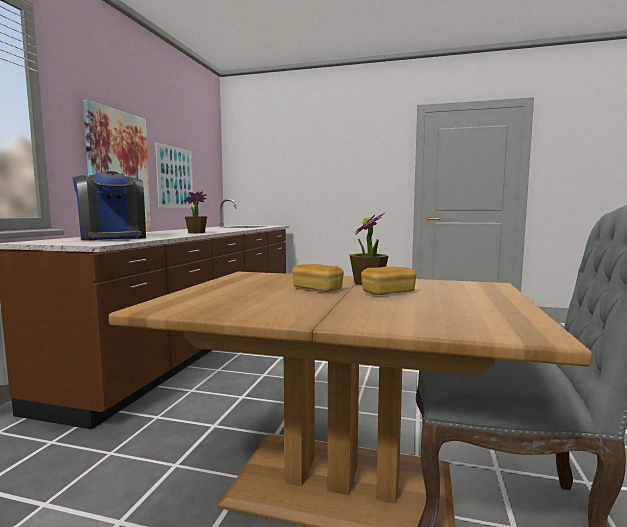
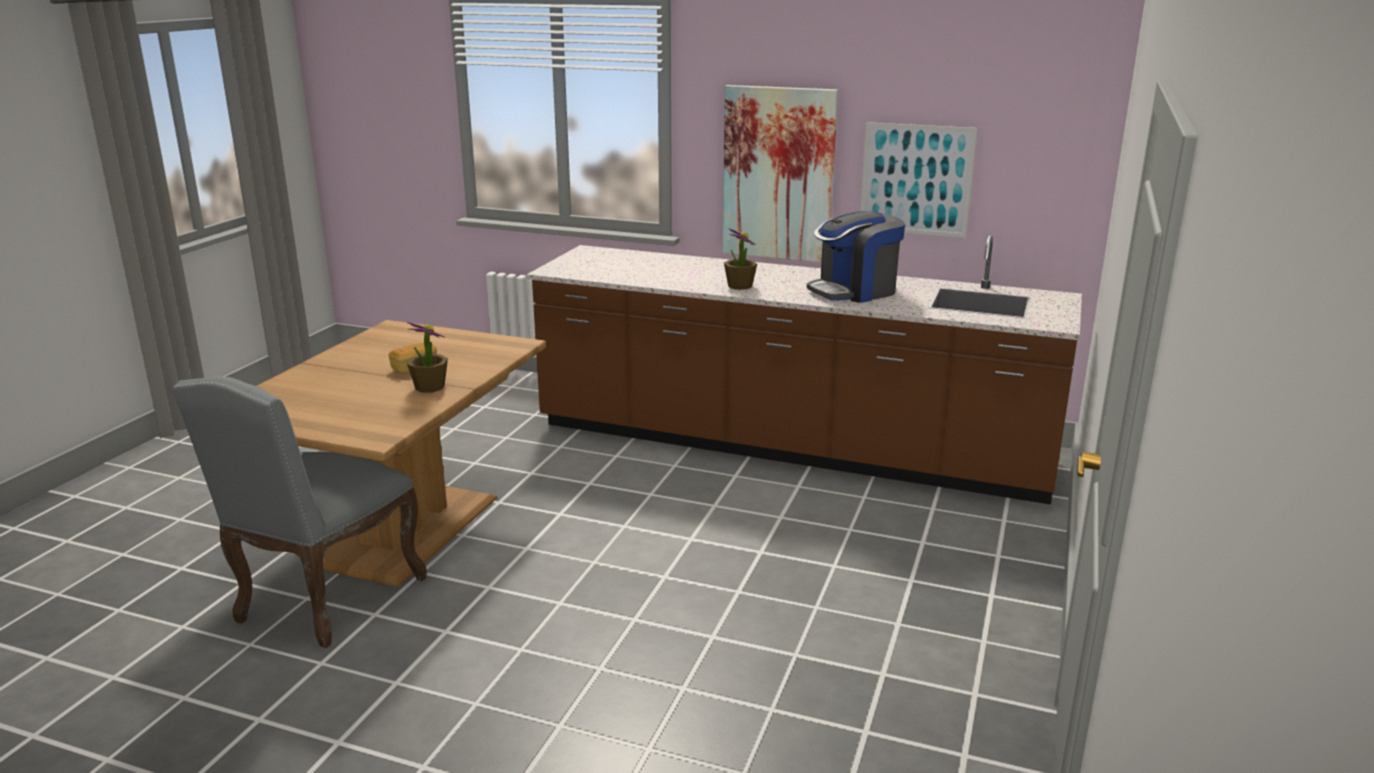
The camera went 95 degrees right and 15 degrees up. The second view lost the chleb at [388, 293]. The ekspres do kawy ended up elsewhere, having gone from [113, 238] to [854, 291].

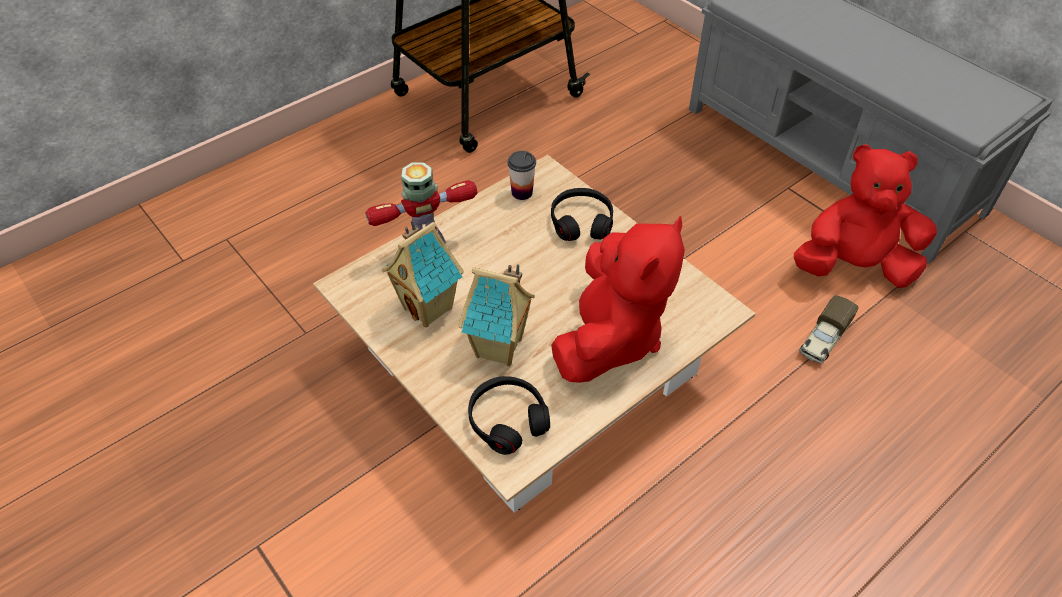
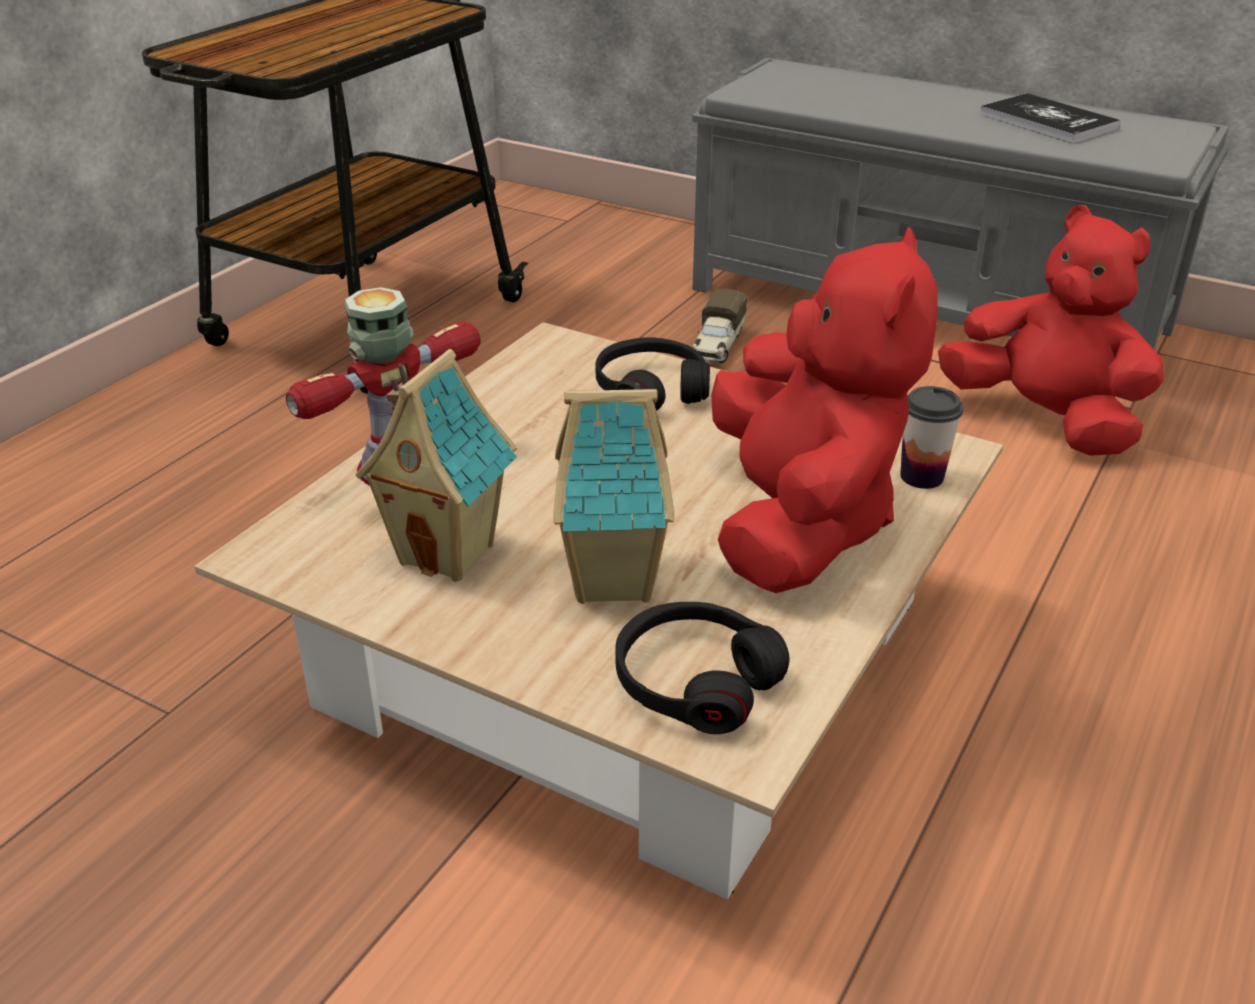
The camera went 20 degrees left and 15 degrees down. The second view gained the książka at [1048, 121]. The filiżanka ended up elsewhere, having gone from [522, 192] to [921, 476]. The ciężarówka zabawkowa ended up elsewhere, having gone from [823, 340] to [717, 346]. The pluszak/czerwony at [853, 267] ended up facing another way, 60 degrees clockwise from before.

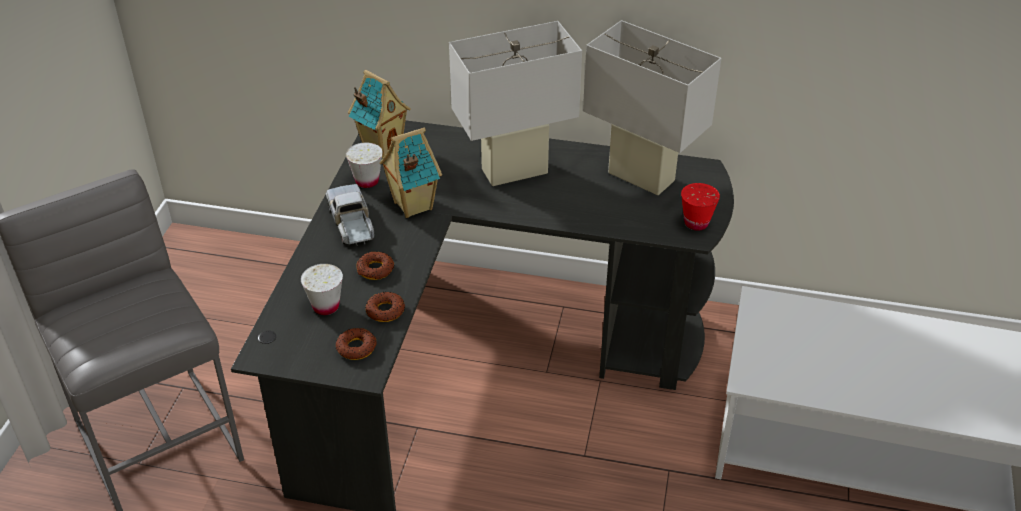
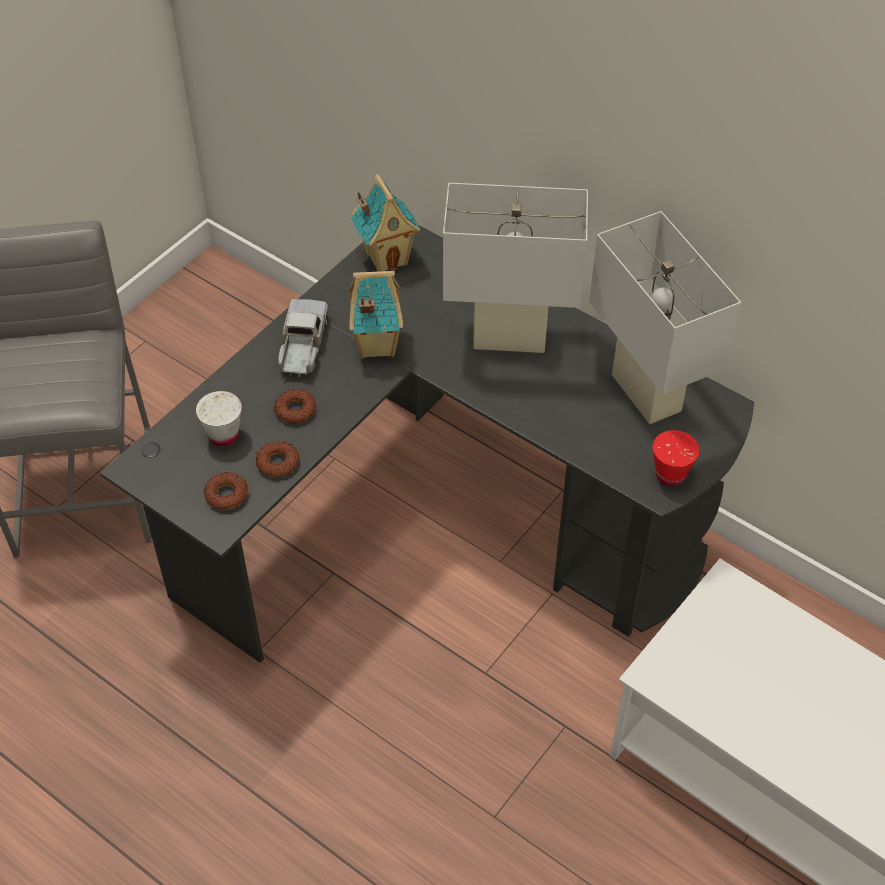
The camera went 25 degrees right and 10 degrees up. The second view lost the filiżanka/biały at [367, 181].

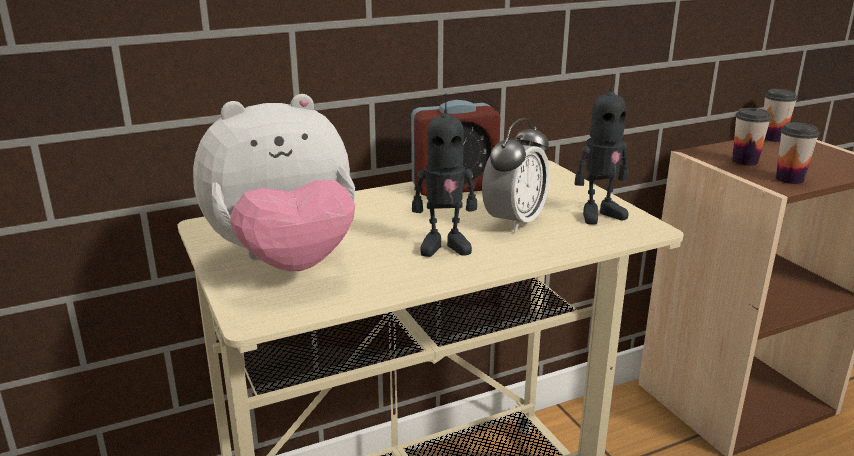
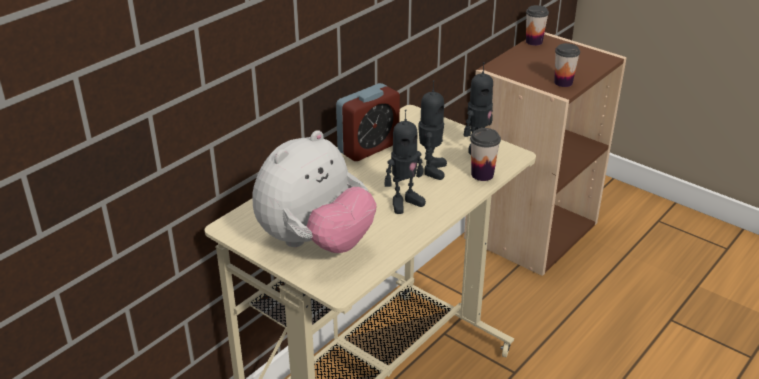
The camera went 25 degrees left and 10 degrees up. The filiżanka ended up elsewhere, having gone from [745, 161] to [482, 174]. Where the budzik stood at [514, 221], the robot zabawkowy came to stand at [431, 170].

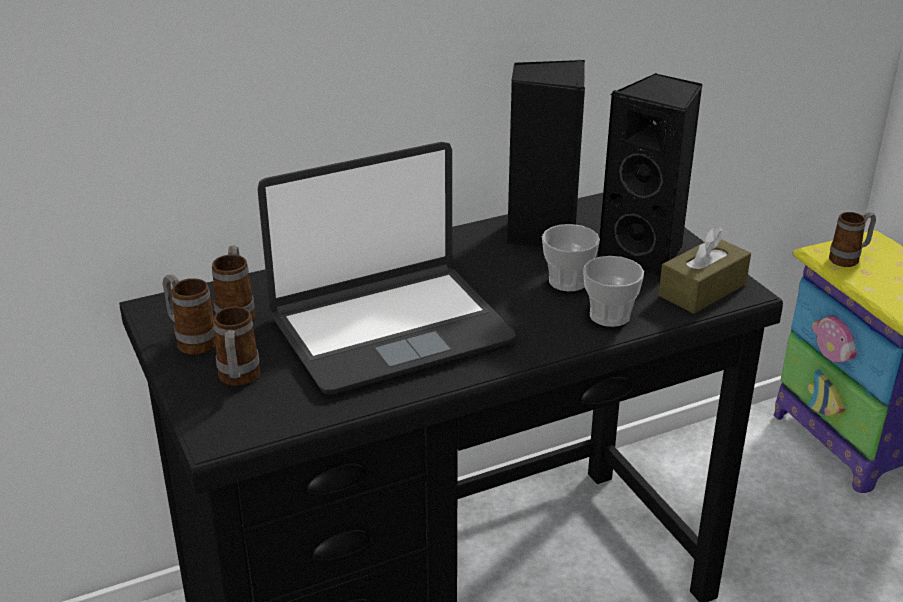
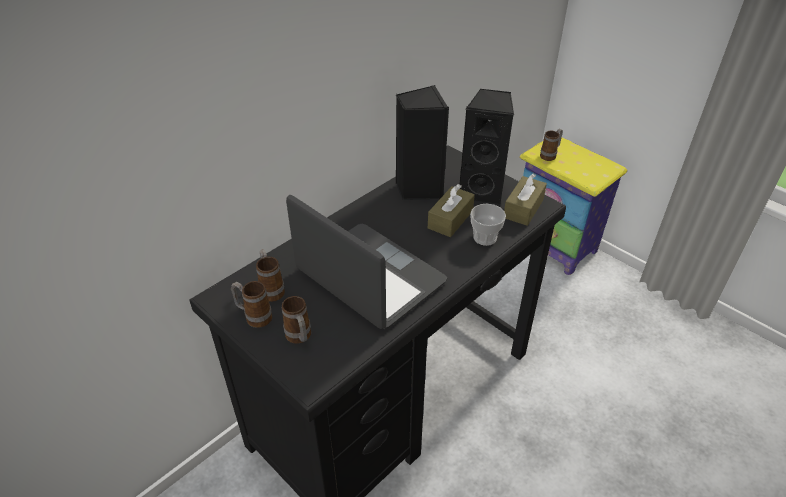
The camera went 20 degrees left and 10 degrees up. Where the filiżanka stood at [568, 281], the pudełko chusteczek/brązowy came to stand at [450, 219]. The laptop at [389, 329] ended up facing another way, 90 degrees counterclockwise from before.

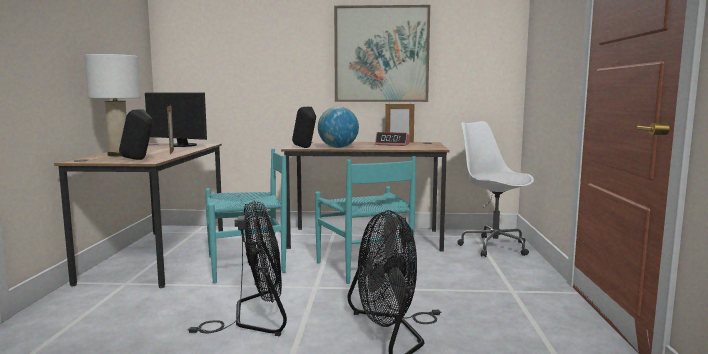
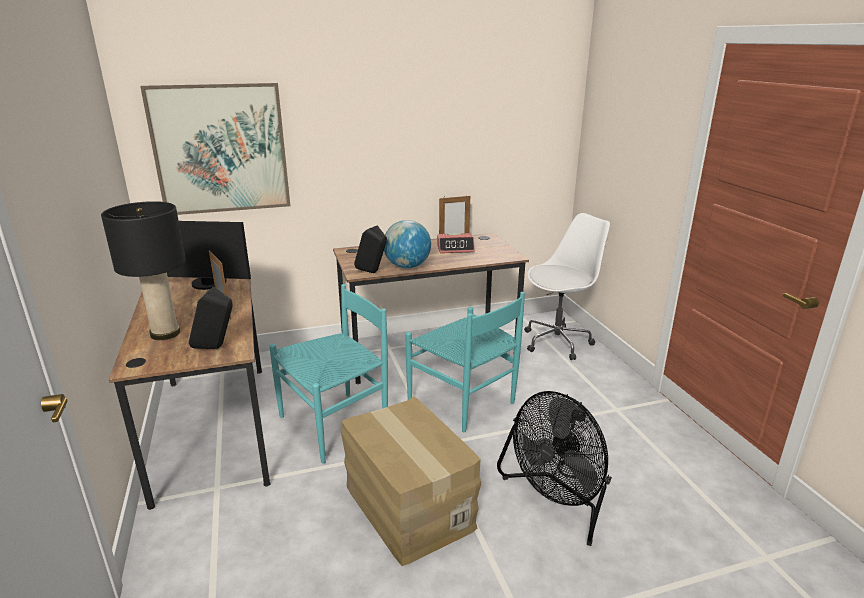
The camera went 20 degrees left and 15 degrees up. The obraz ended up elsewhere, having gone from [381, 54] to [220, 149]. Where the wentylator/czarny stood at [253, 315], the karton came to stand at [407, 507]. What was the lampa stołowa/biały at [119, 155] turned into the lampa stołowa/czarny at [166, 333]. The krzesło biurowe/biały at [492, 246] ended up facing another way, 120 degrees clockwise from before.

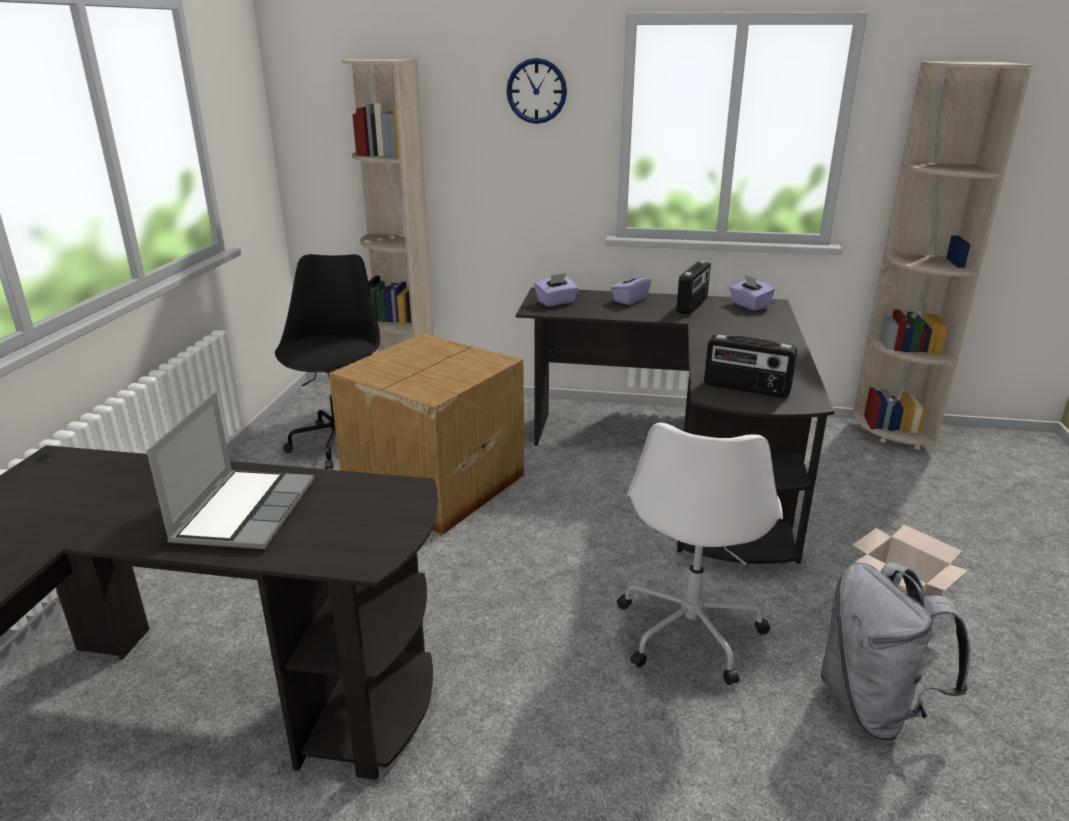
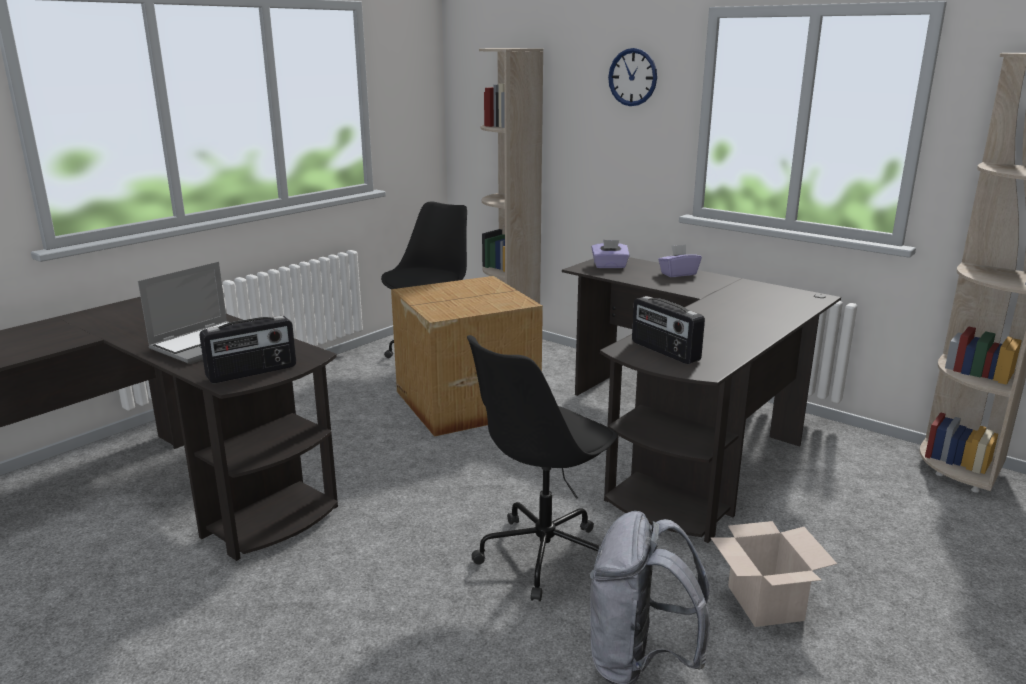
The camera went 30 degrees right and 5 degrees down. The second view lost the pudełko chusteczek/fioletowy at [749, 305]. The radio ended up elsewhere, having gone from [692, 305] to [252, 372]. What was the krzesło biurowe/biały at [689, 635] turned into the krzesło biurowe/czarny at [541, 558].

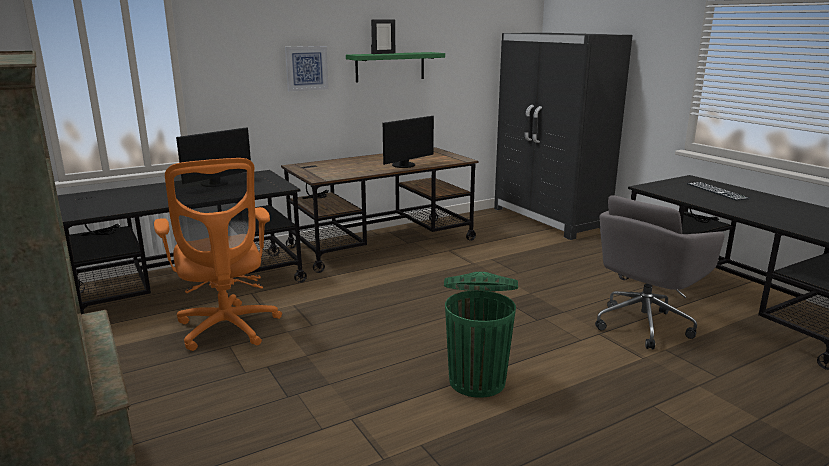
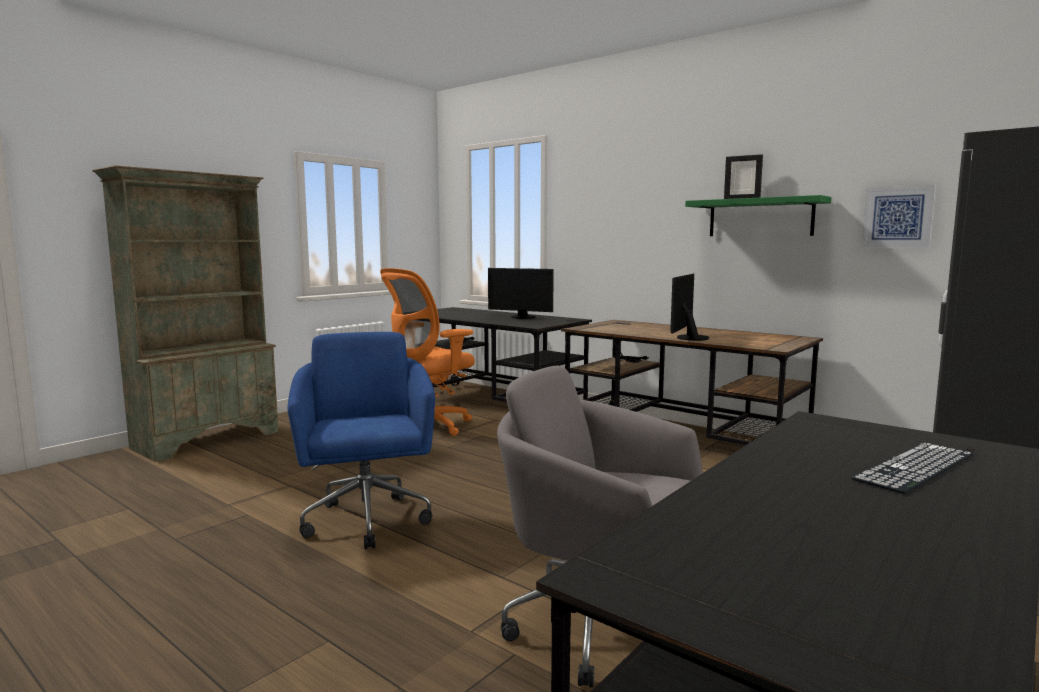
The camera went 70 degrees right and 10 degrees down. The obraz ended up elsewhere, having gone from [306, 68] to [897, 217]. Where the kosz na śmieci/zielony stood at [477, 380], the krzesło biurowe/niebieski came to stand at [367, 524]. The monitor at [405, 165] ended up facing another way, 90 degrees clockwise from before.

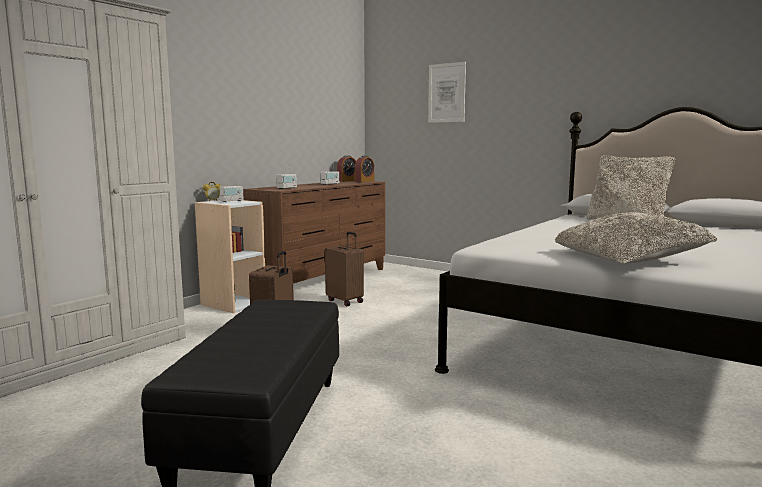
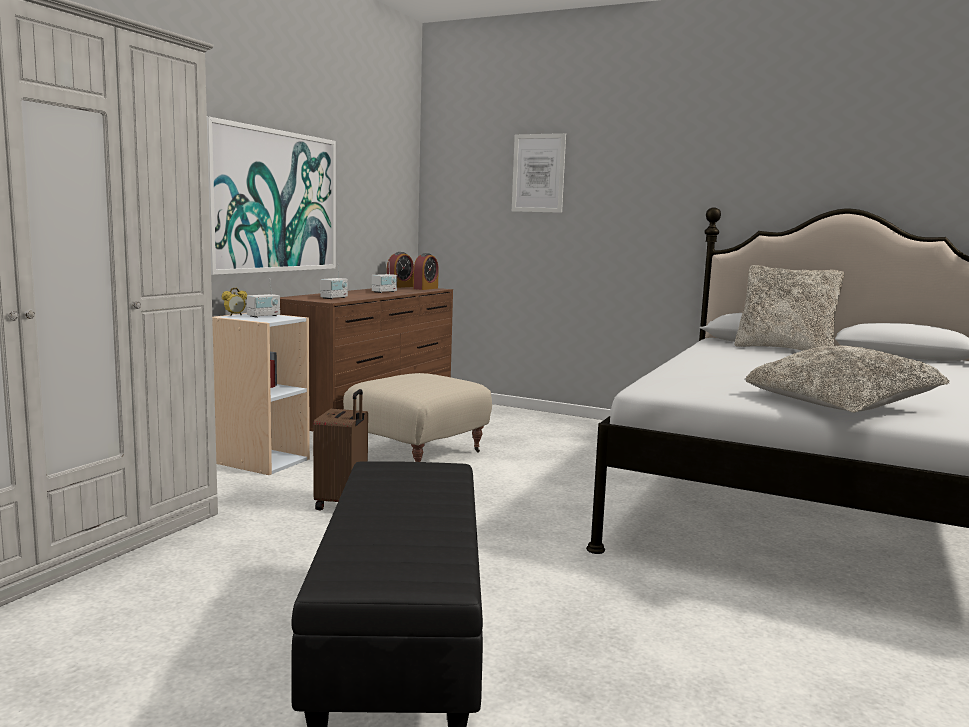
The camera went 10 degrees left and 0 degrees up. The second view gained the obraz at [272, 201]. Where the walizka/brązowy stood at [345, 301], the pufa/beżowy came to stand at [419, 454].

